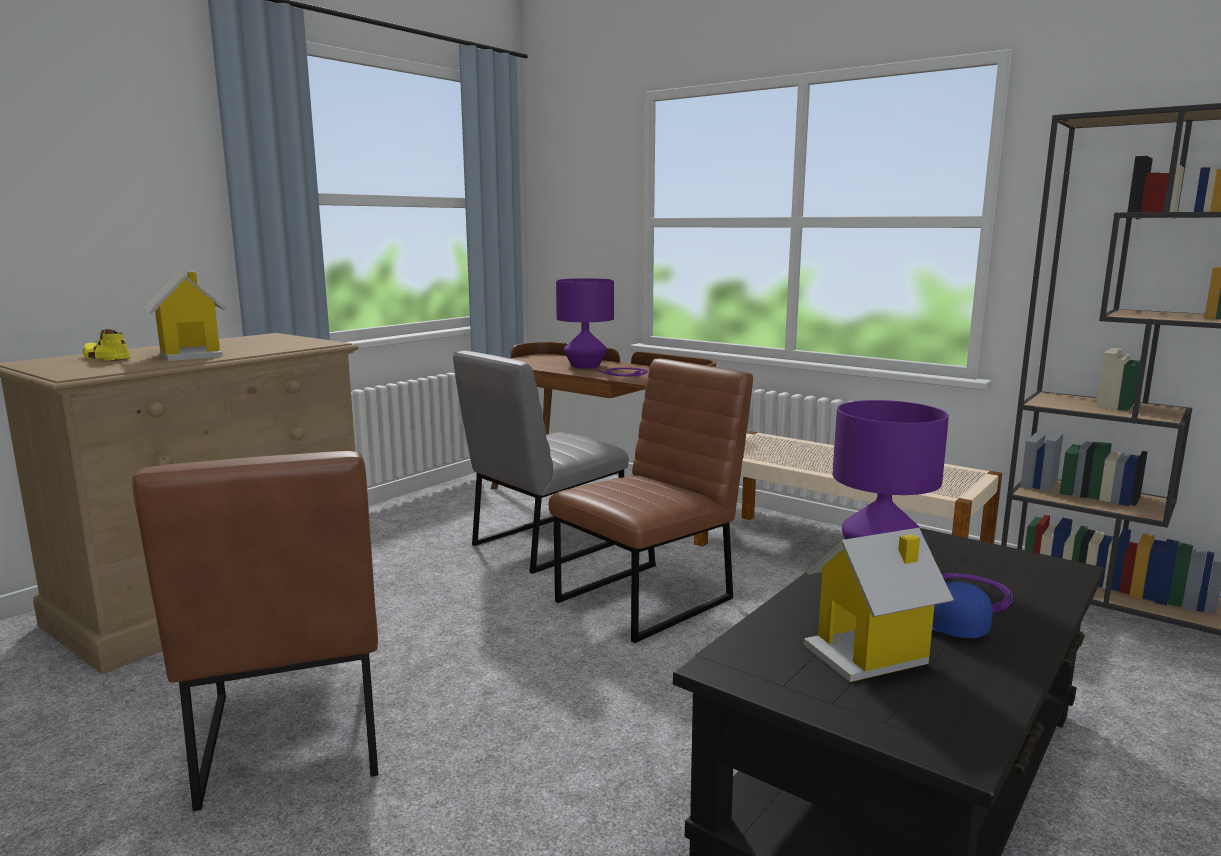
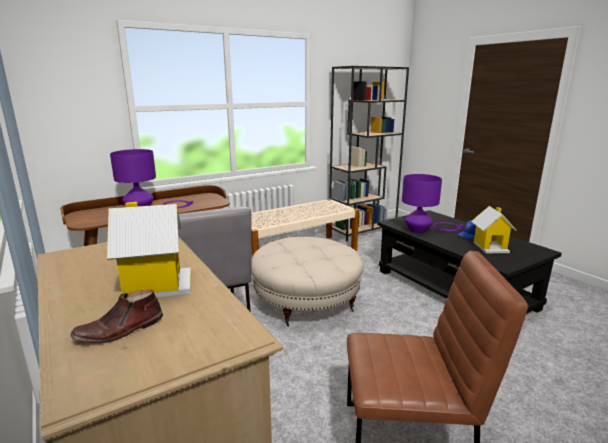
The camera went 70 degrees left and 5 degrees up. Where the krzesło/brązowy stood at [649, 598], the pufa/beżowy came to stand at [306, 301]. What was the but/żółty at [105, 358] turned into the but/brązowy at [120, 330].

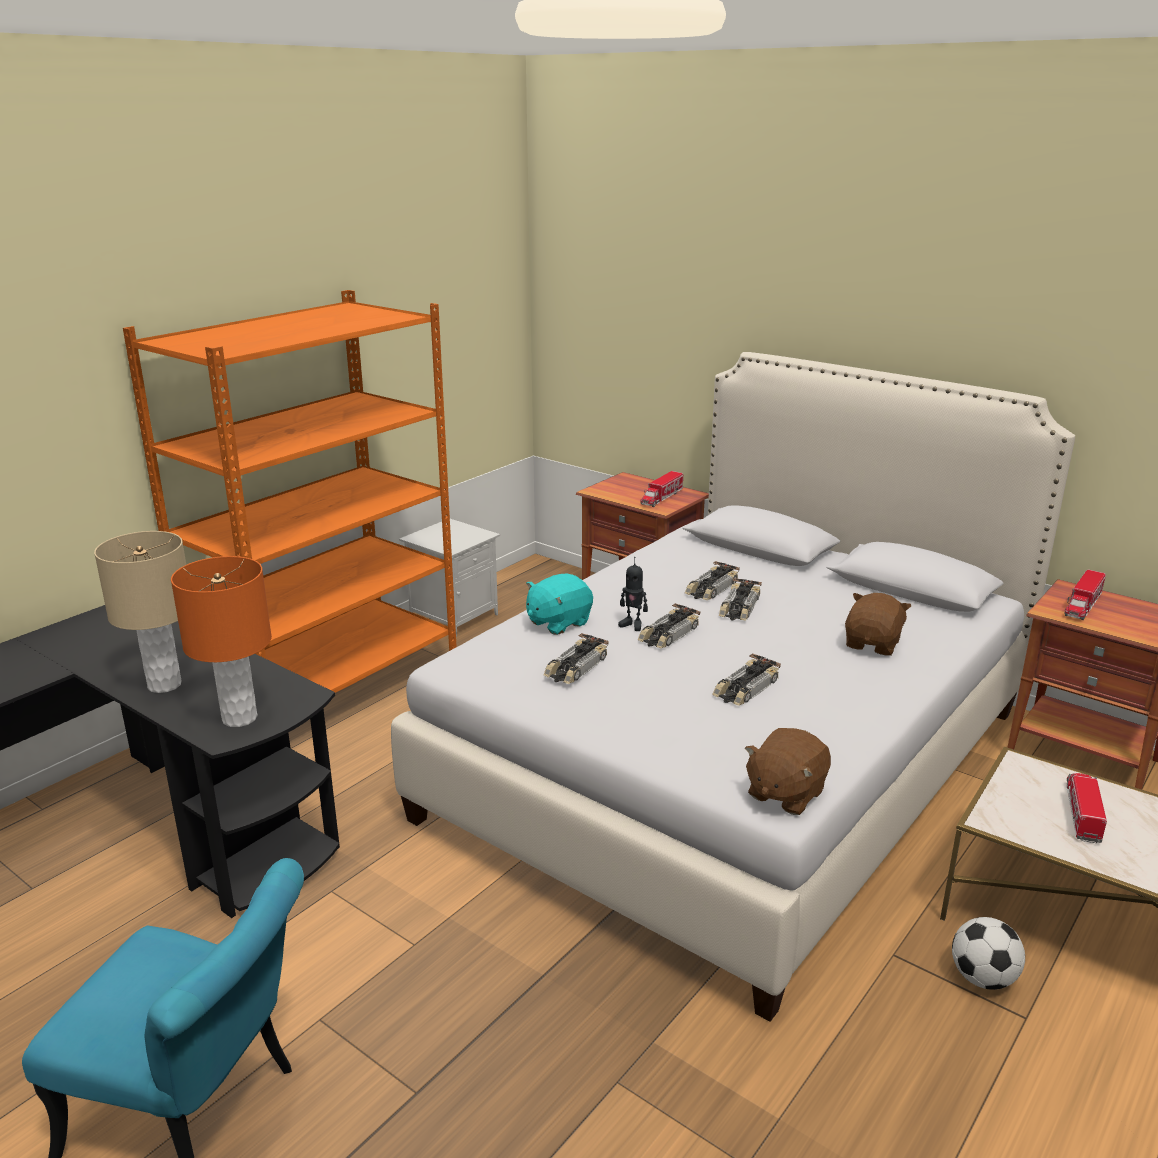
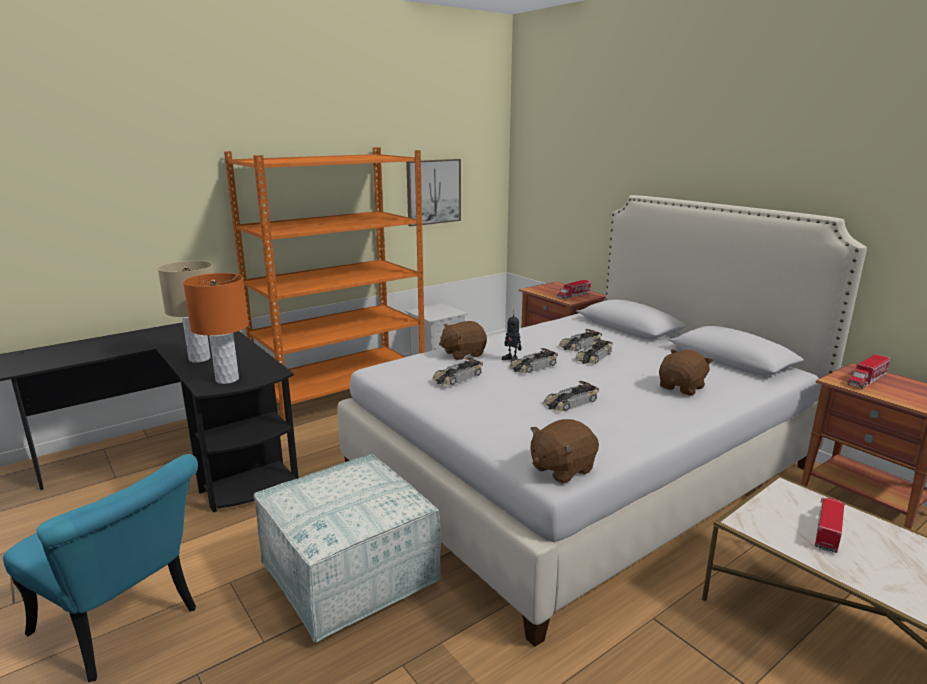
The camera went 15 degrees right and 5 degrees down. The second view lost the piłka futbolowa at [983, 978]. The second view gained the pufa/biały at [350, 577]. The second view gained the obraz at [433, 192]. What was the pluszak/turkusowy at [558, 622] turned into the pluszak/brązowy at [463, 354].

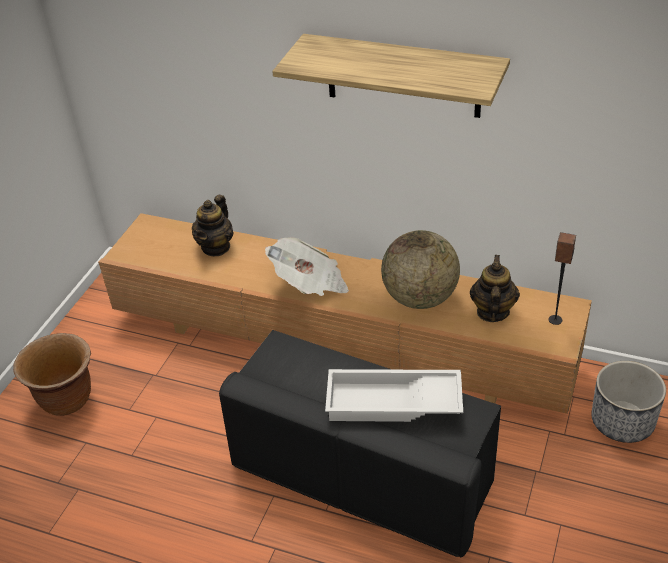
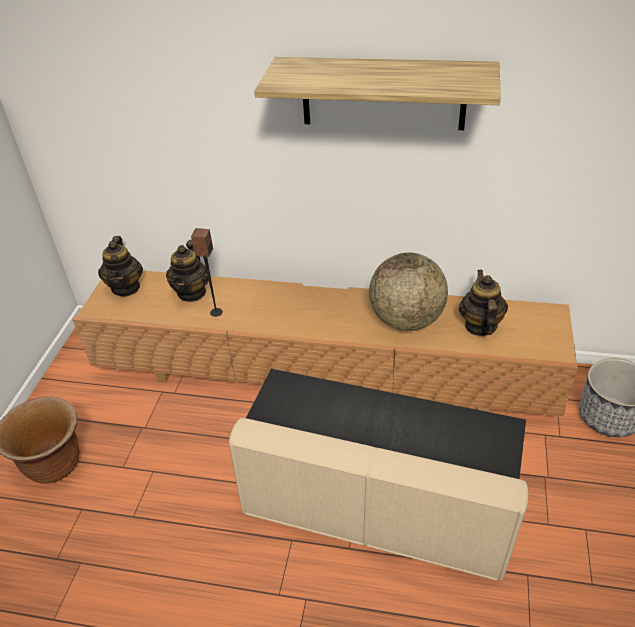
The camera went 10 degrees left and 0 degrees up. The second view lost the gazeta at [310, 284]. The second view lost the taca/biały at [392, 403]. The second view gained the imbryk at [126, 287]. The głośnik ended up elsewhere, having gone from [555, 320] to [216, 312]. What was the pufa/czarny at [362, 476] turned into the pufa/beżowy at [378, 506].

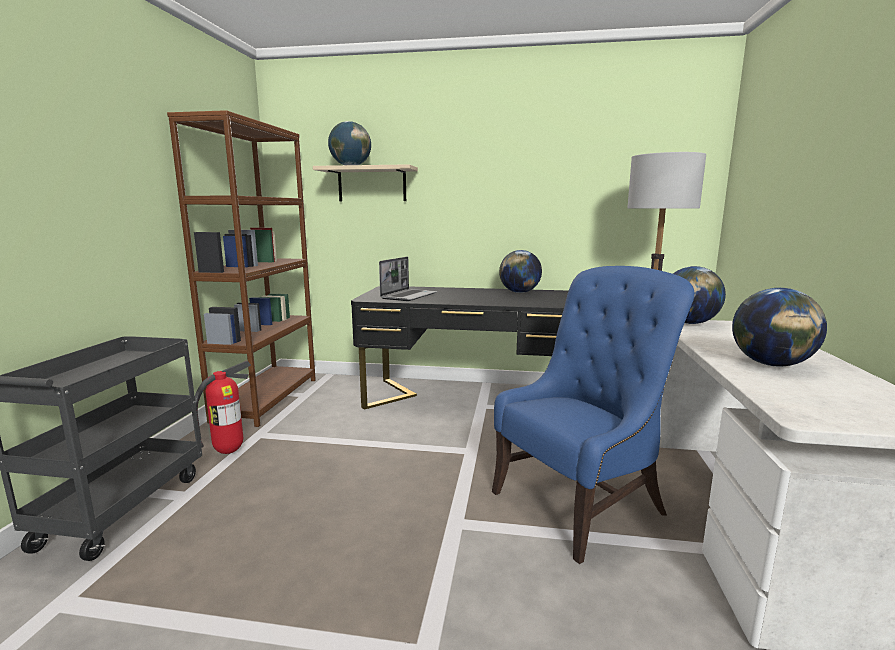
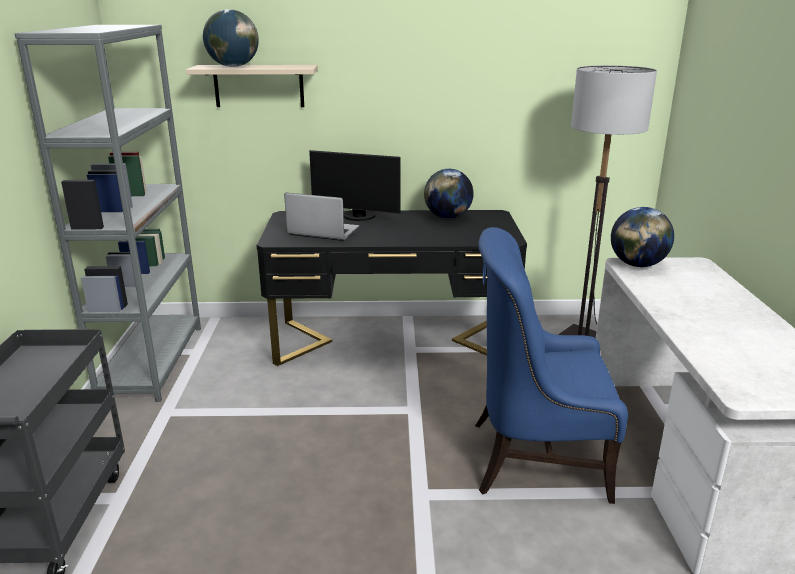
The camera went 10 degrees left and 10 degrees up. The second view lost the gaśnica at [229, 451]. The second view lost the globus at [771, 364]. The second view gained the monitor at [358, 217]. What was the regał/brązowy at [267, 399] turned into the regał/szary at [153, 361]. The laptop at [409, 296] ended up facing another way, 90 degrees counterclockwise from before. The krzesło/niebieski at [580, 503] ended up facing another way, 135 degrees counterclockwise from before.

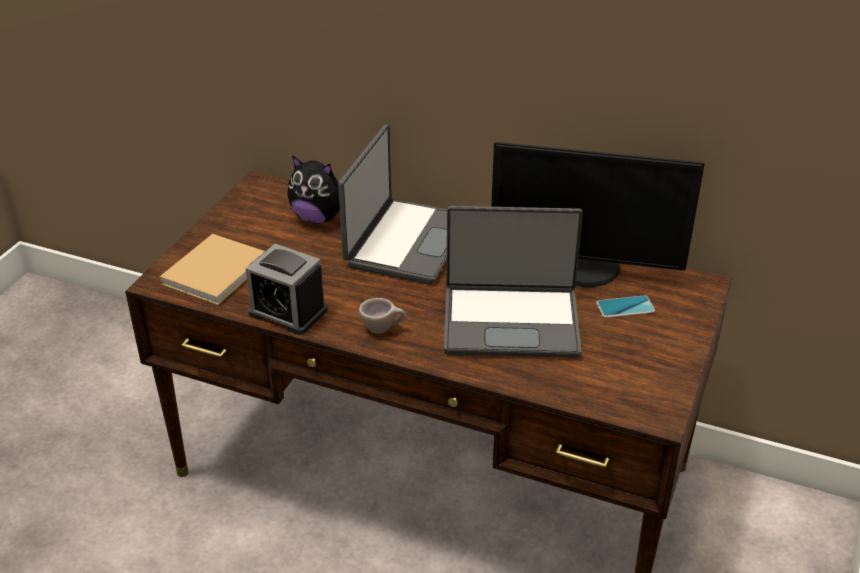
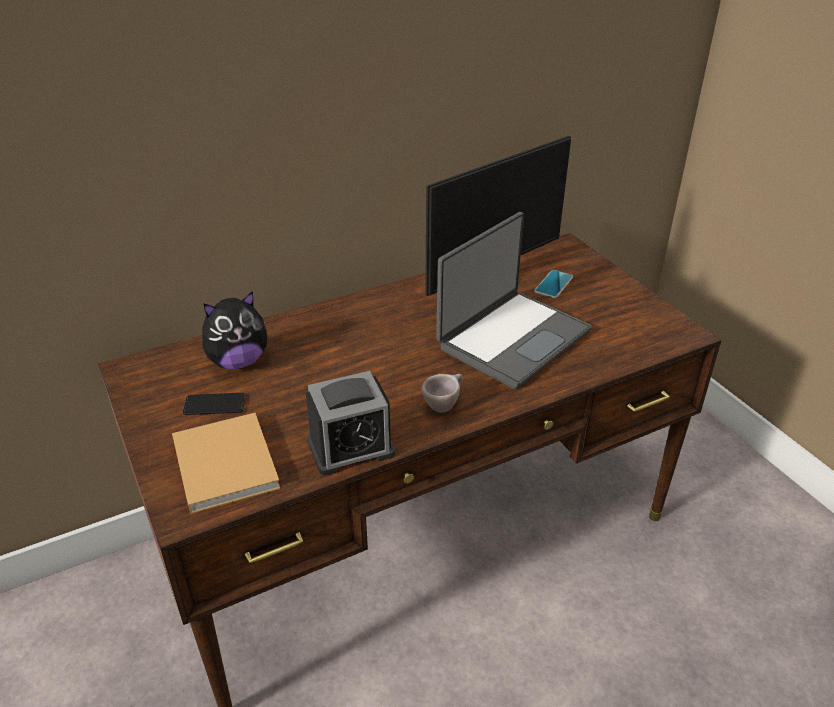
The camera went 50 degrees left and 0 degrees up. The second view lost the laptop at [406, 242]. The second view gained the telefon at [214, 405].

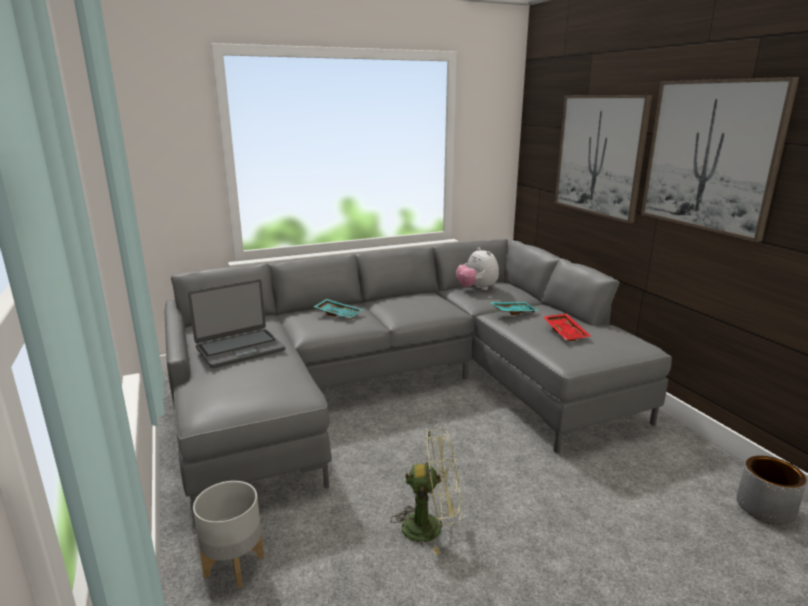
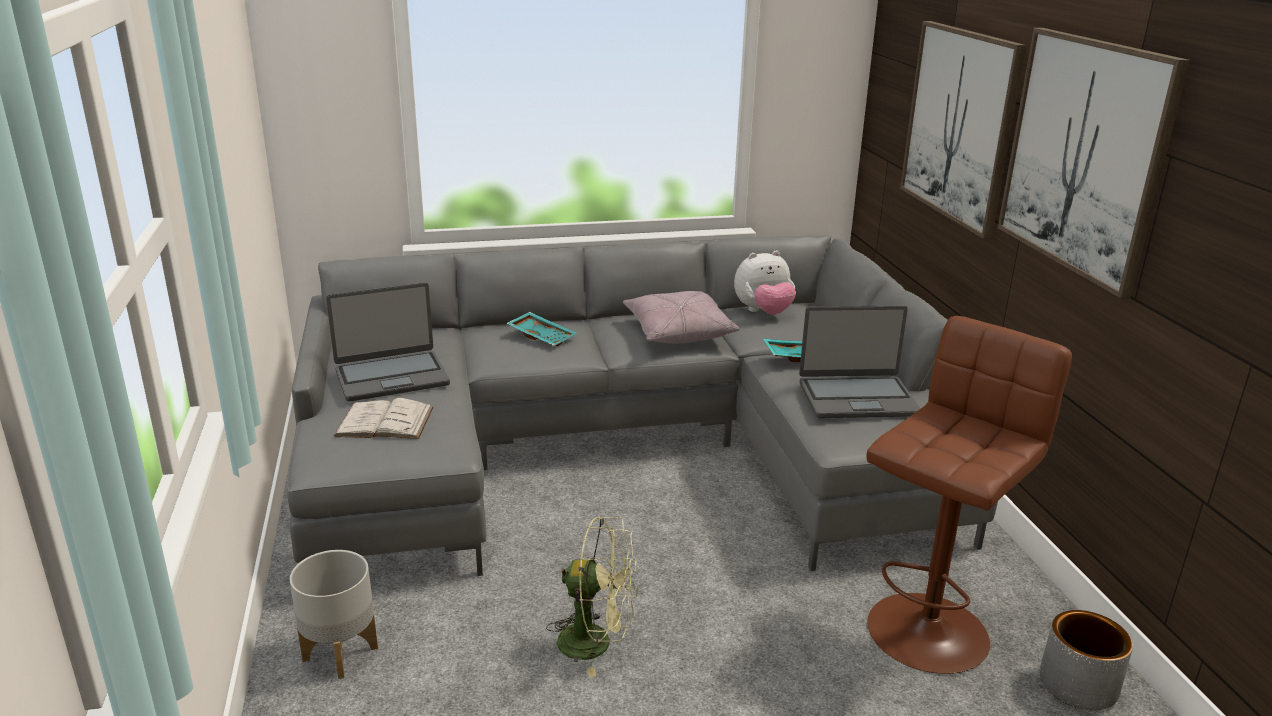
The camera went 10 degrees right and 5 degrees up. The second view gained the książka/biały at [384, 421]. The second view gained the poduszka/fioletowy at [678, 332]. The second view gained the stołek/brązowy at [929, 632]. Where the taca/czerwony stood at [566, 332], the laptop came to stand at [857, 398]. The pluszak at [477, 289] ended up facing another way, 90 degrees counterclockwise from before.

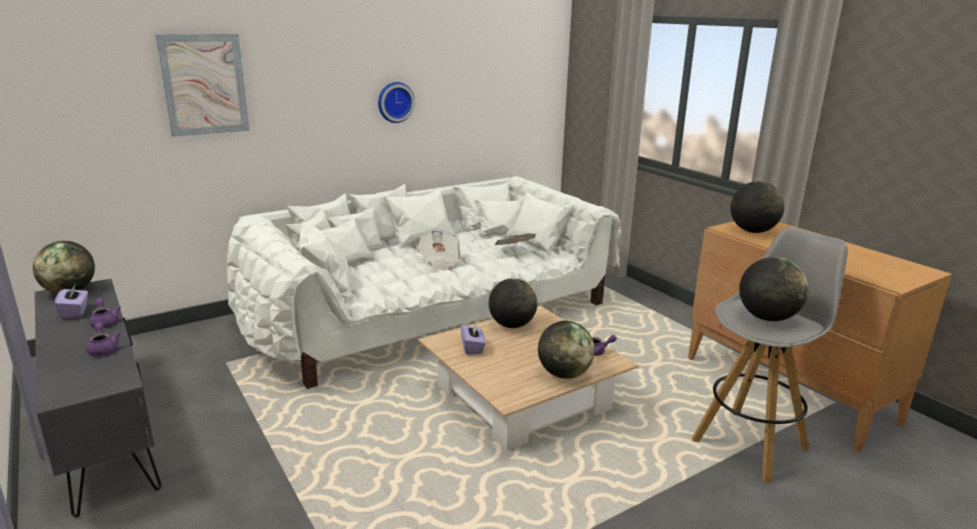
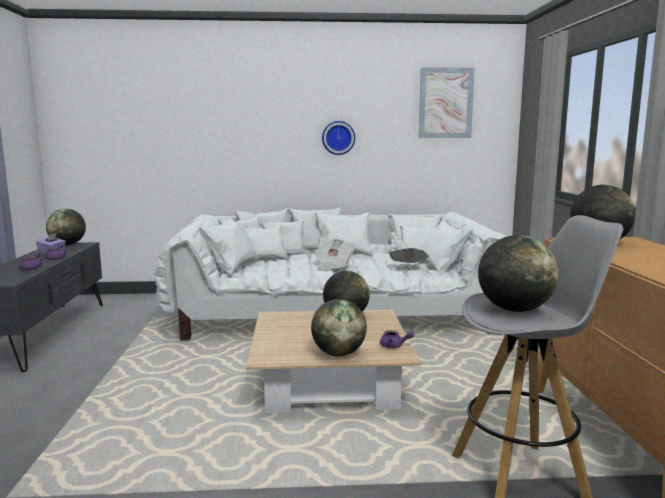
The camera went 30 degrees right and 10 degrees down. The second view lost the pudełko chusteczek/fioletowy at [472, 348]. The obraz ended up elsewhere, having gone from [204, 84] to [445, 103].

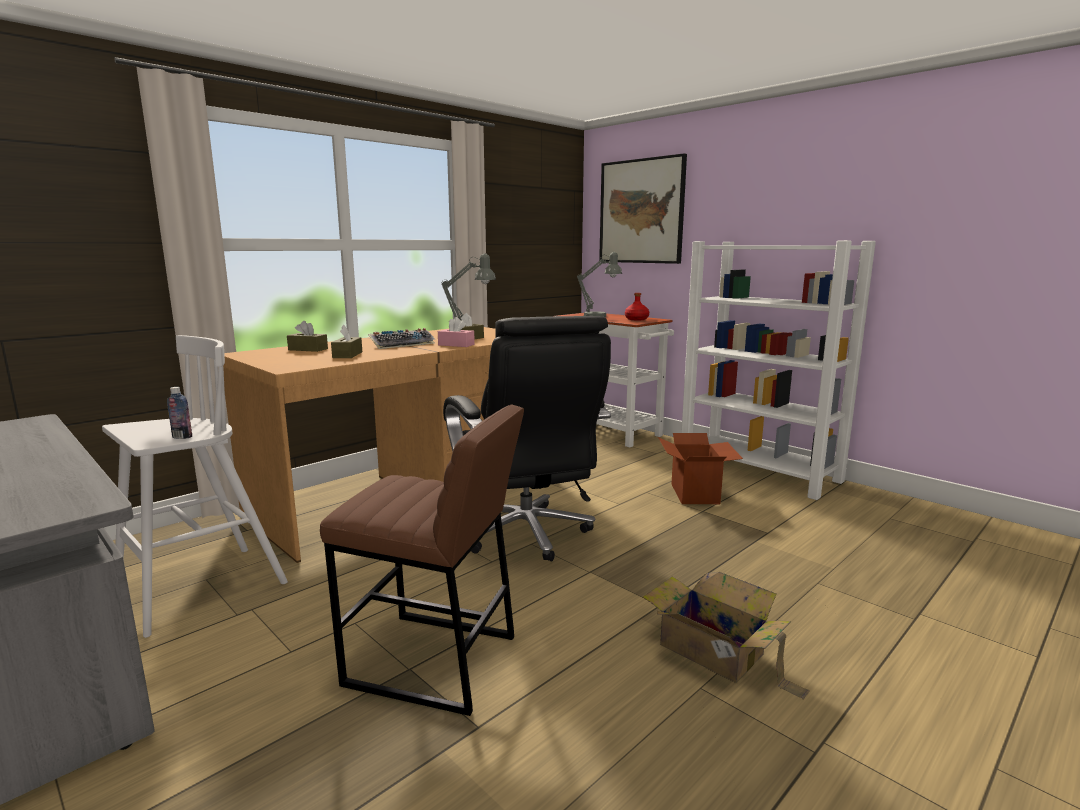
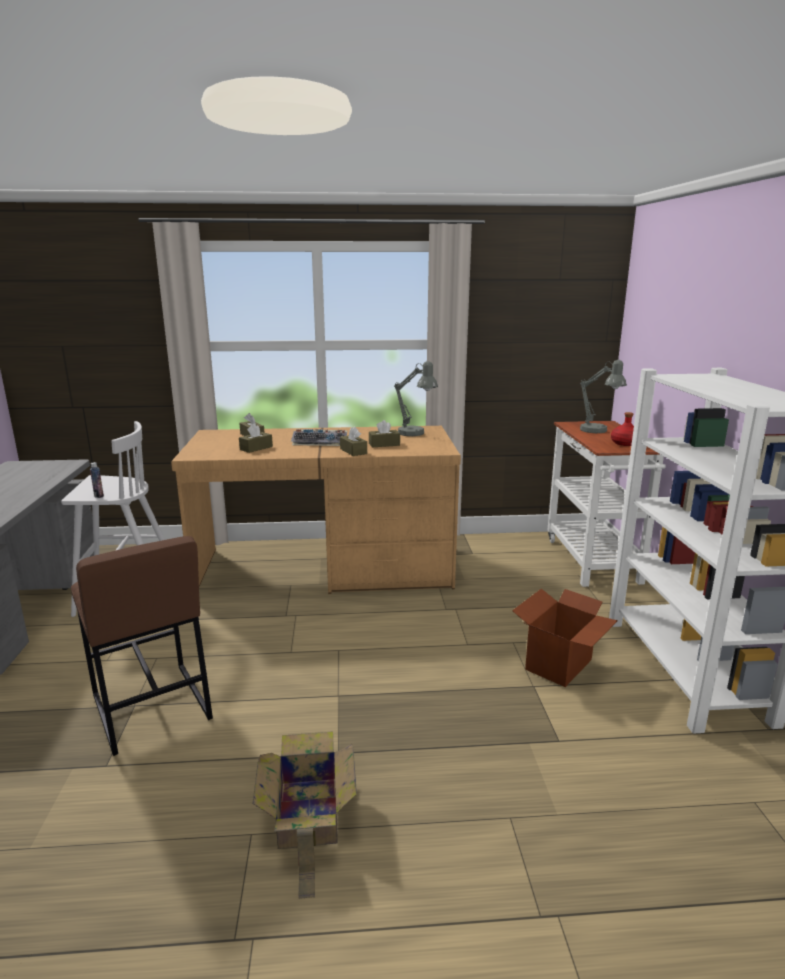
The camera went 40 degrees right and 5 degrees up. The second view lost the krzesło biurowe/czarny at [529, 537]. The second view lost the obraz at [641, 211]. What was the pudełko chusteczek/różowy at [456, 345] turned into the pudełko chusteczek/brązowy at [353, 451].

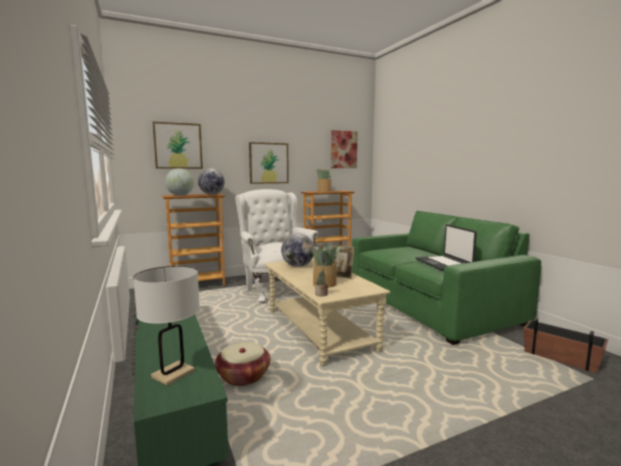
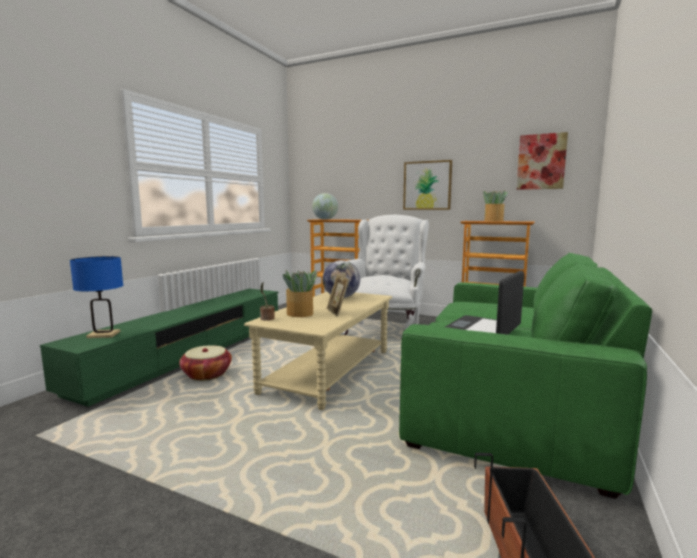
The camera went 50 degrees right and 0 degrees up. The second view lost the obraz at [178, 146]. The second view lost the globus at [211, 194]. What was the lampa stołowa/biały at [173, 374] turned into the lampa stołowa/niebieski at [103, 335].

